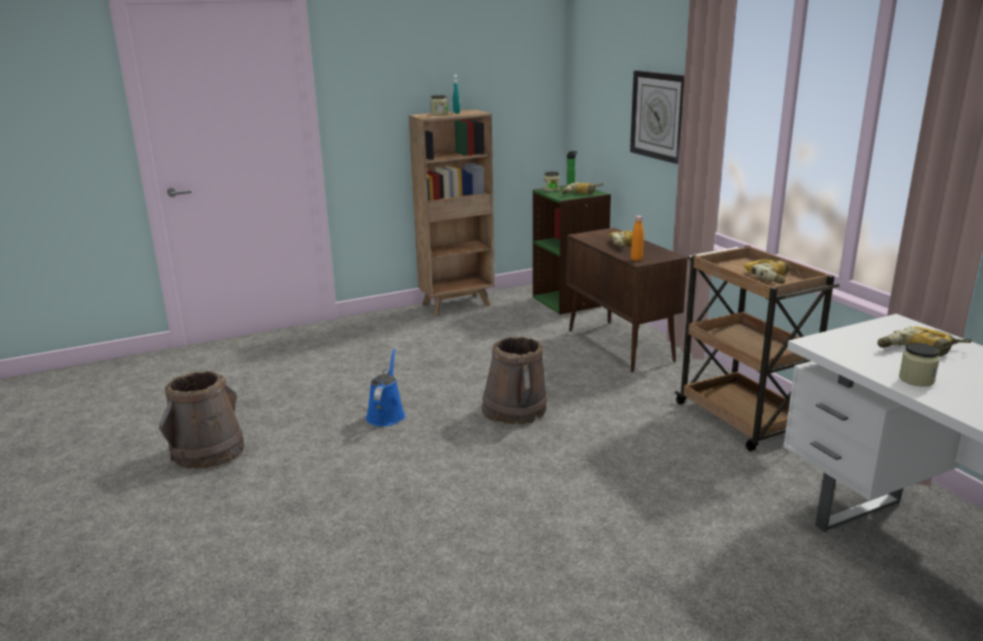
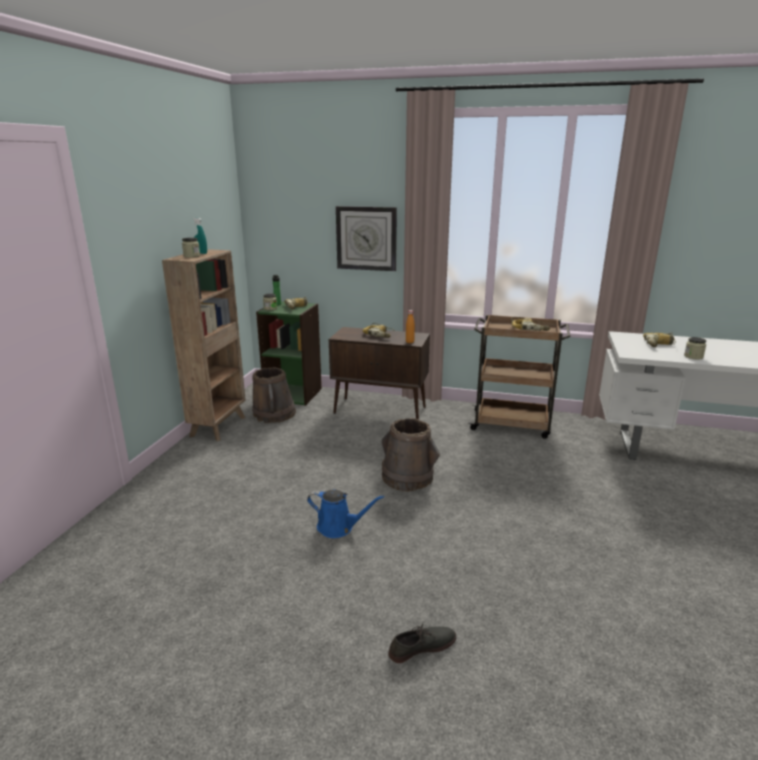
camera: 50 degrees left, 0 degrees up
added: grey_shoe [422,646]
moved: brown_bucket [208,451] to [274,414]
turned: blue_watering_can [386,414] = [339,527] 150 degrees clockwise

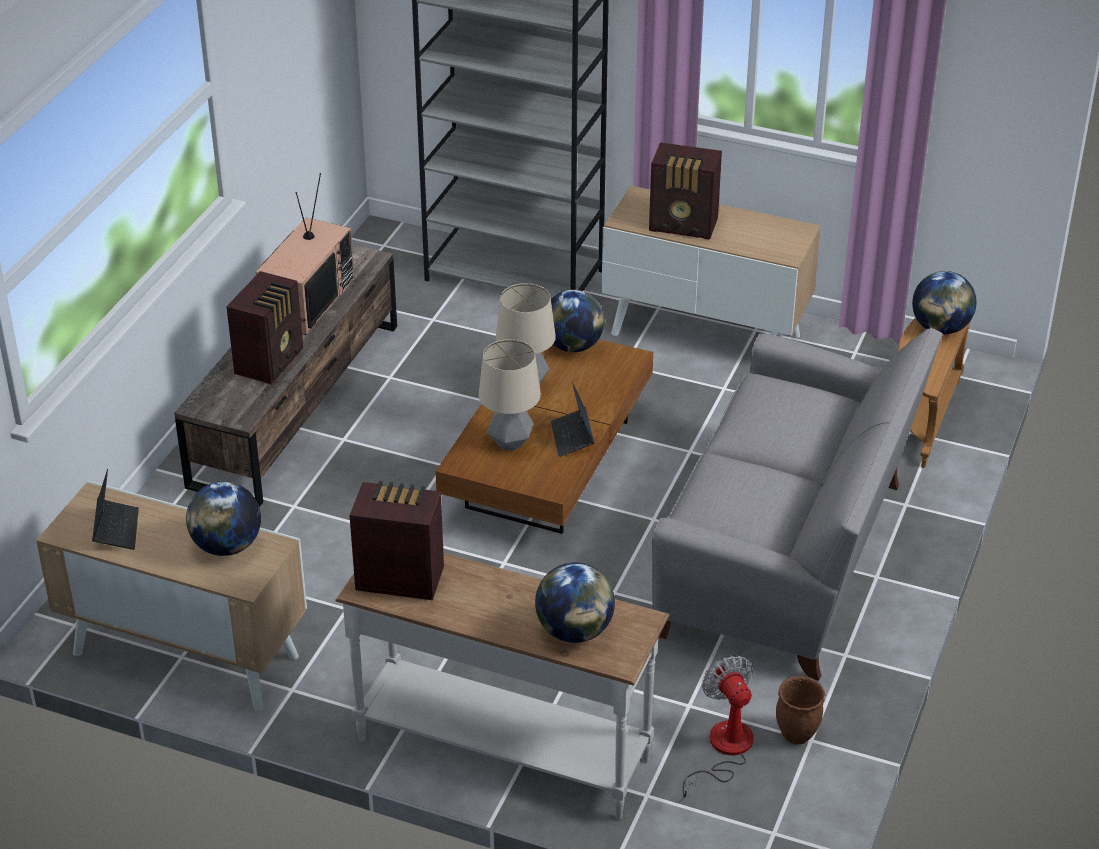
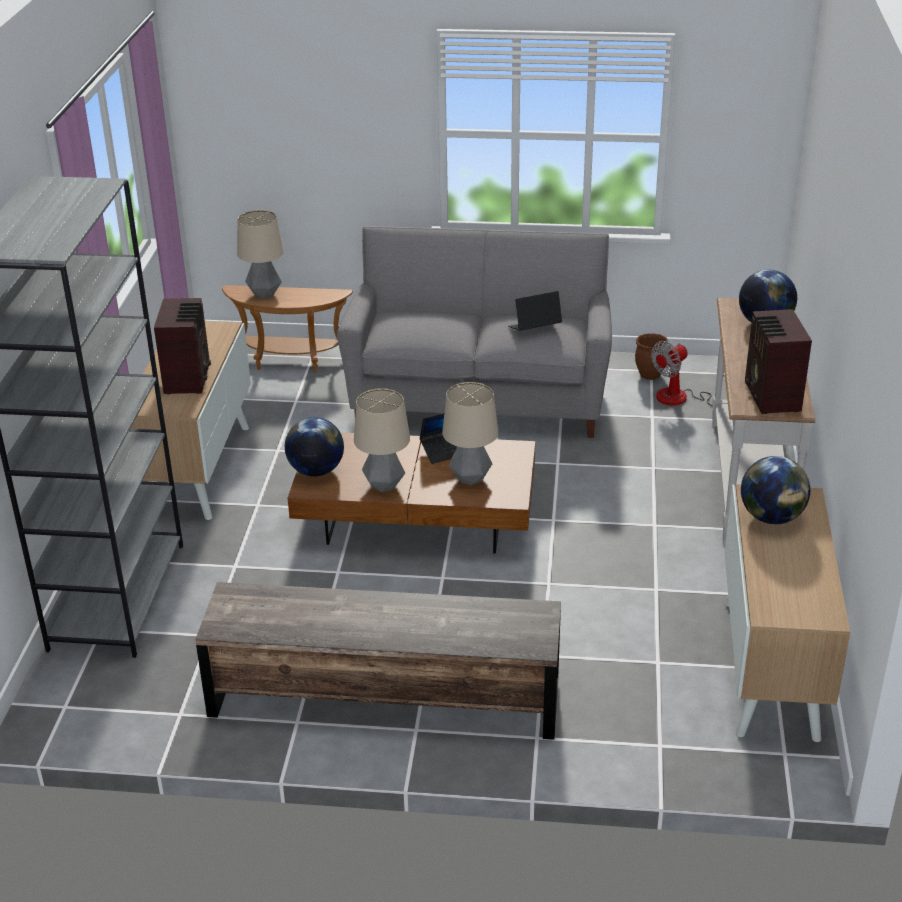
camera: 105 degrees left, 5 degrees down
removed: radio [271,361]; television [307,299]
moved: laptop [116,529] to [534,329]
replaced: globe [940,328] to table_lamp [265,294]

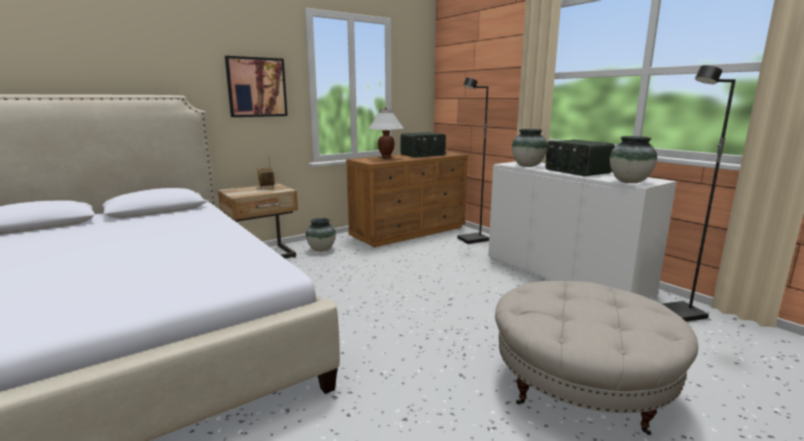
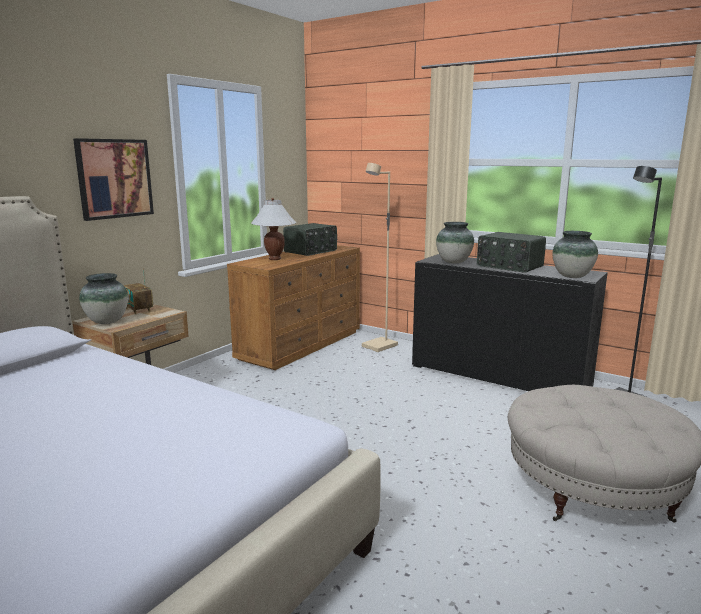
camera: 20 degrees left, 0 degrees up
moved: vase [321,250] to [106,322]
recoloured: black_floor_lamp [473,240] to beige_floor_lamp [380,346]; white_cabinet [563,275] to black_cabinet [498,376]

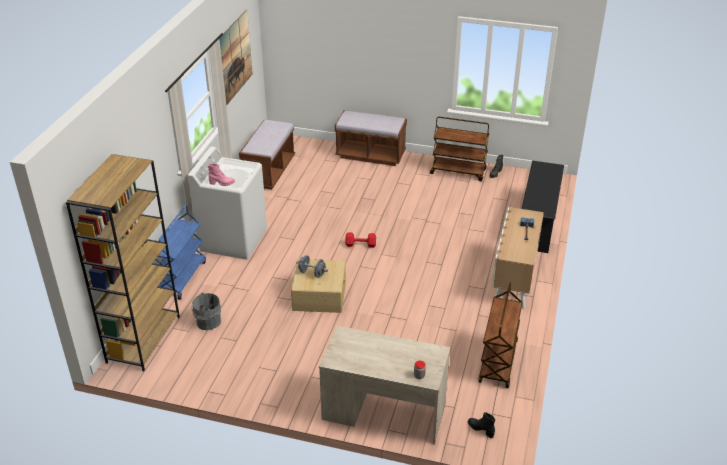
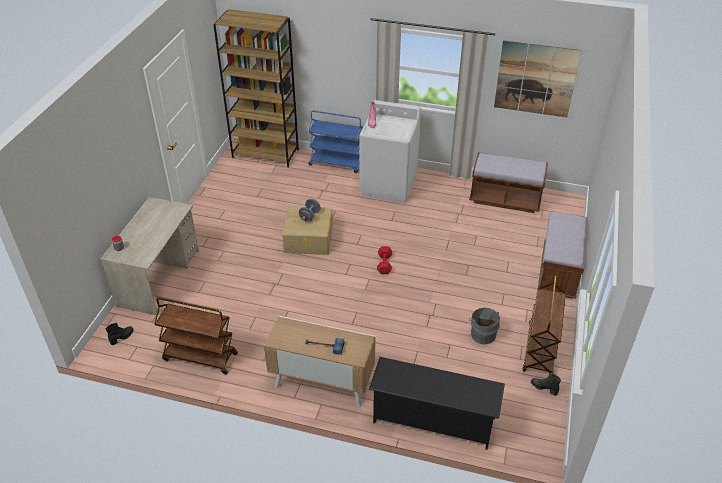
camera: 90 degrees right, 5 degrees up
moved: grey_bucket [207,322] to [482,334]

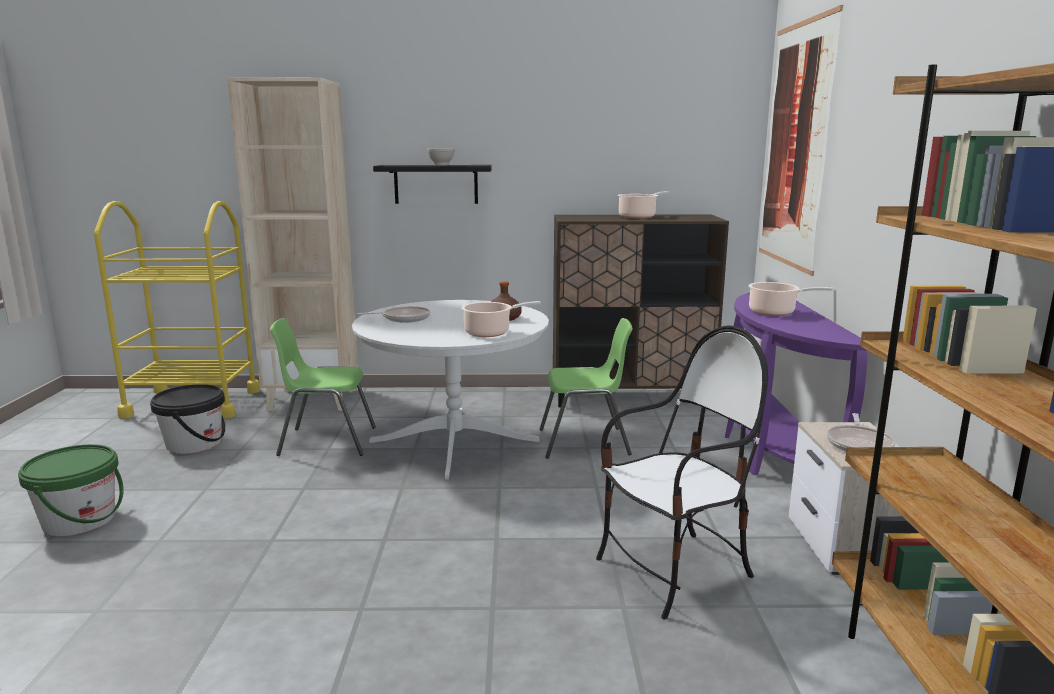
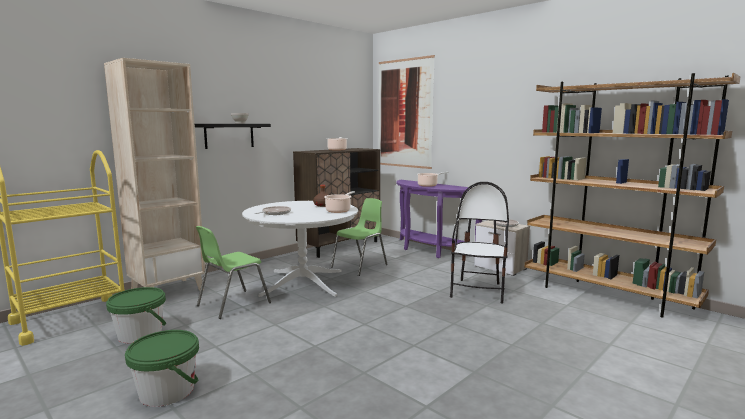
camera: 45 degrees left, 5 degrees down
recoloured: black_bucket [194,443] to green_bucket [140,334]

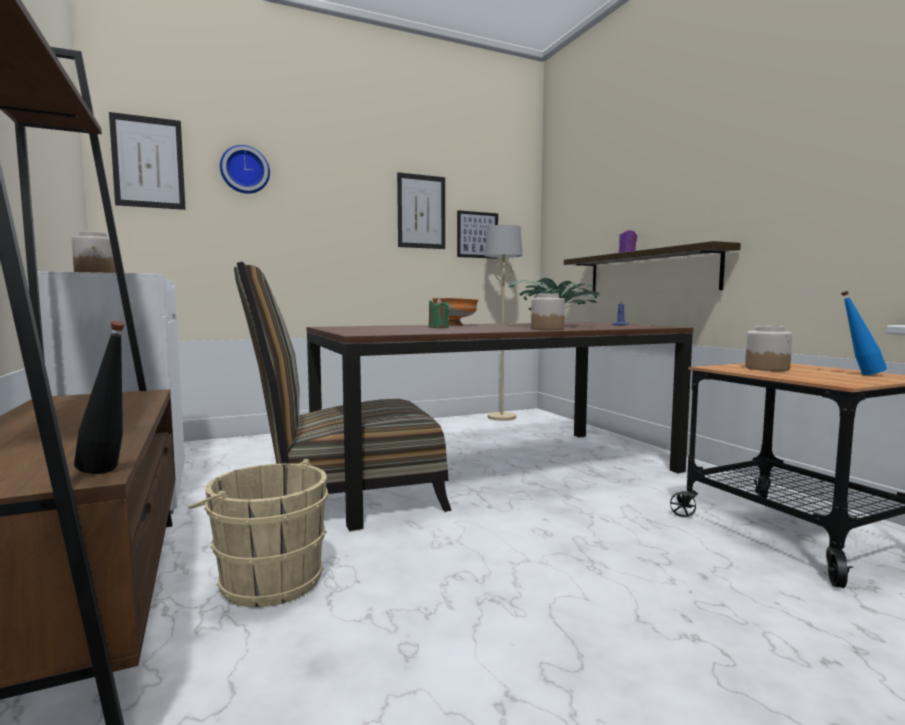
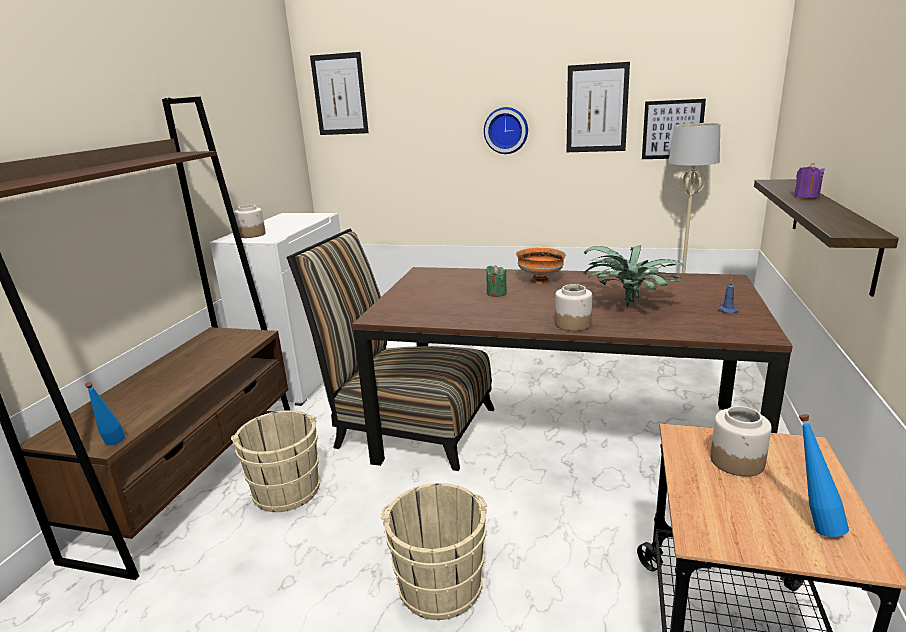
camera: 40 degrees right, 15 degrees up
added: beige_bucket [440,582]
moved: wall_clock [245,170] to [506,130]
recoloured: black_bottle [108,473] to blue_bottle [113,446]

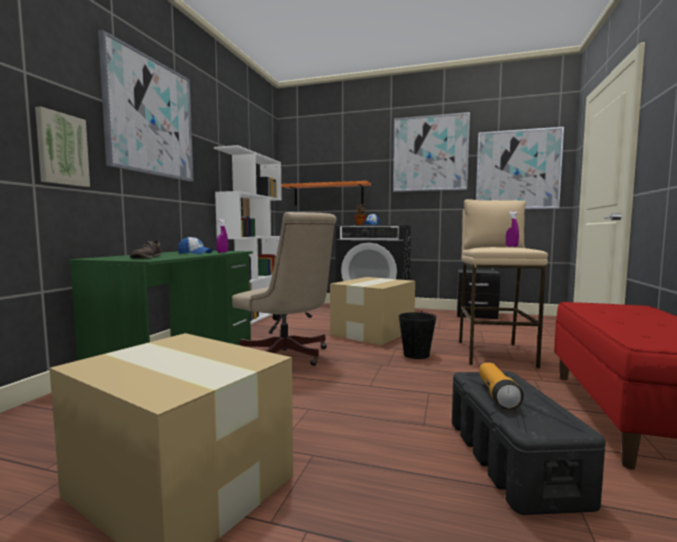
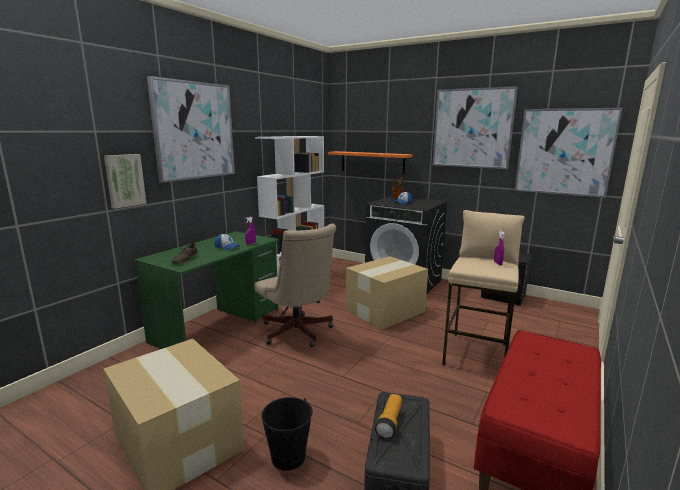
camera: 15 degrees right, 10 degrees up
moved: black_bucket [416,354] to [288,457]

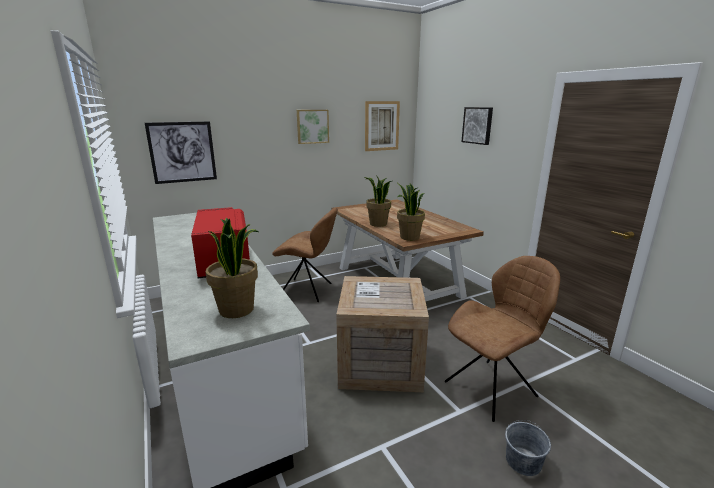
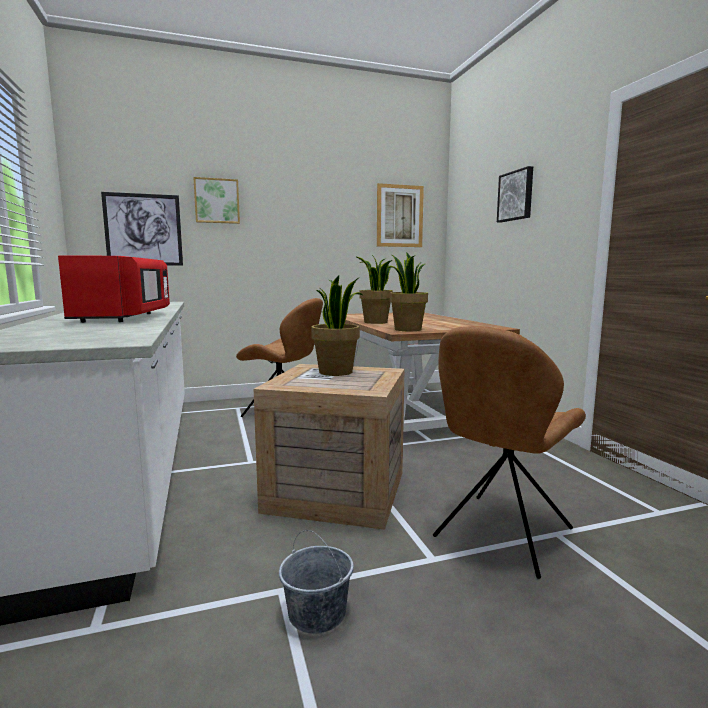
camera: 10 degrees right, 10 degrees down
moved: potted_plant [237,309] to [336,372]; picture [312,126] to [217,201]; grey_bucket [523,462] to [317,613]
turned: brown_chair [492,388] = [501,535] 150 degrees clockwise

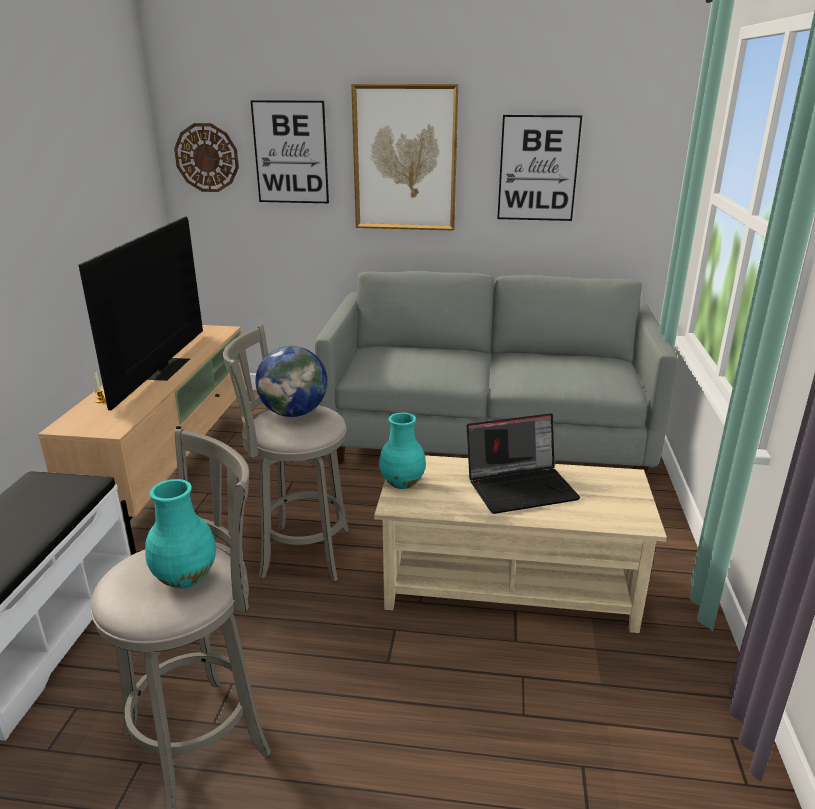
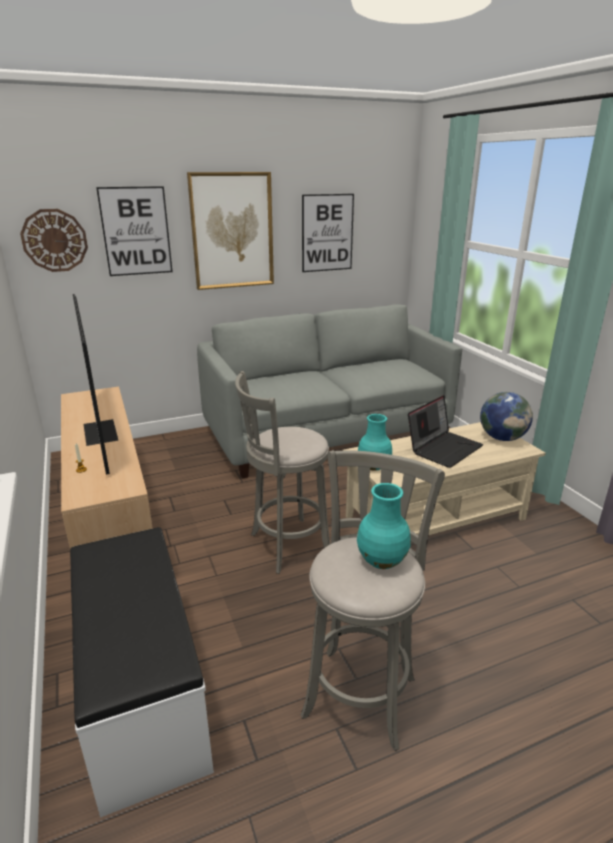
camera: 30 degrees left, 0 degrees up
moved: globe [294,413] to [502,438]

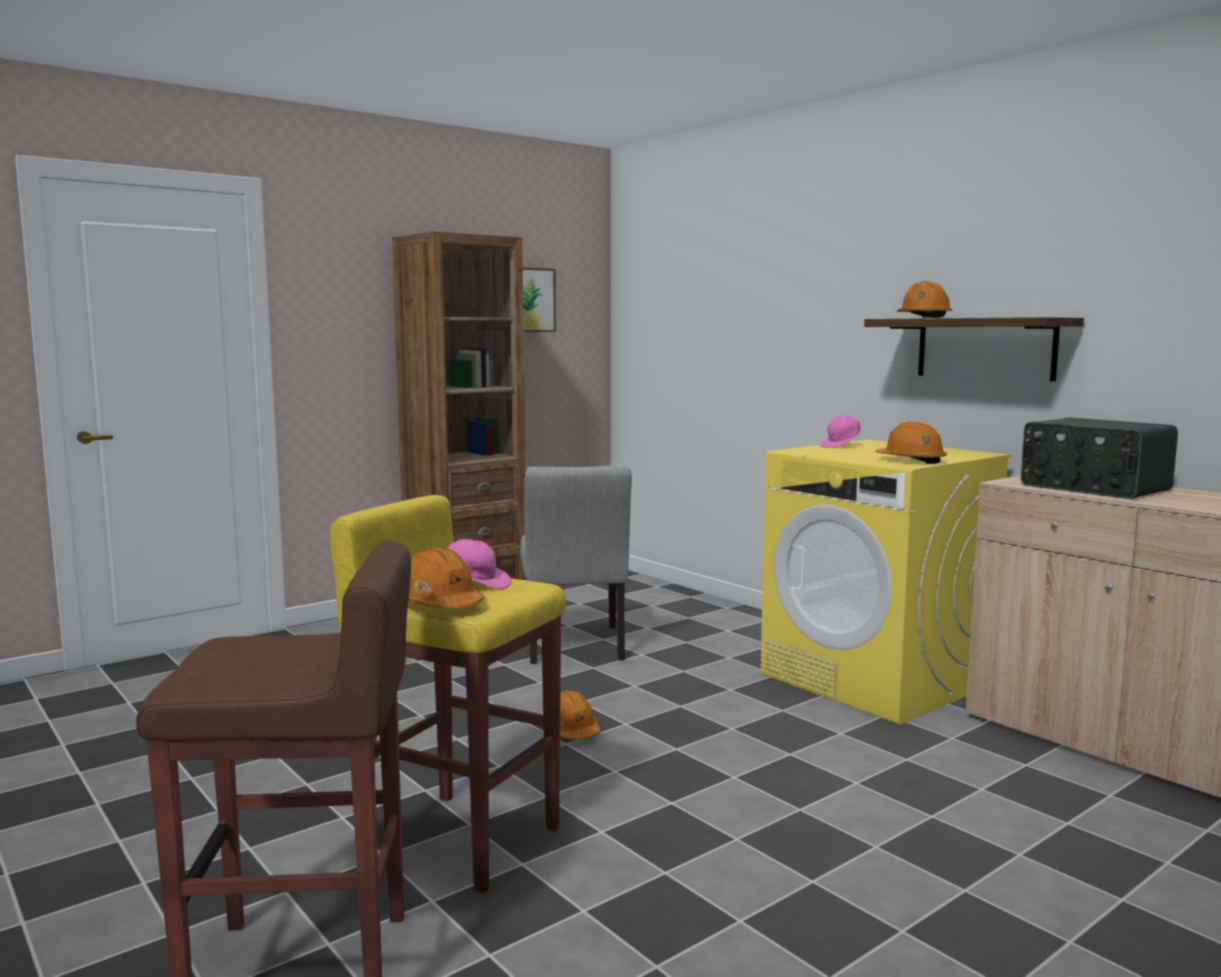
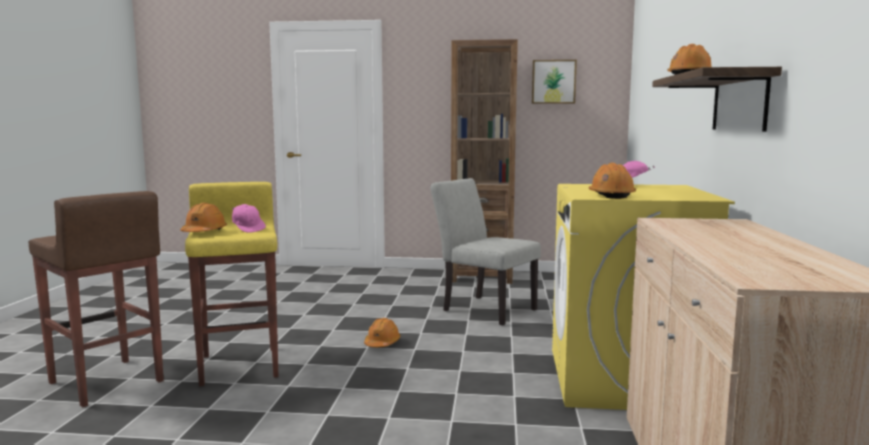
camera: 45 degrees right, 0 degrees up
removed: radio [1093,488]
turned: grey_chair [574,648] = [483,308] 90 degrees clockwise

